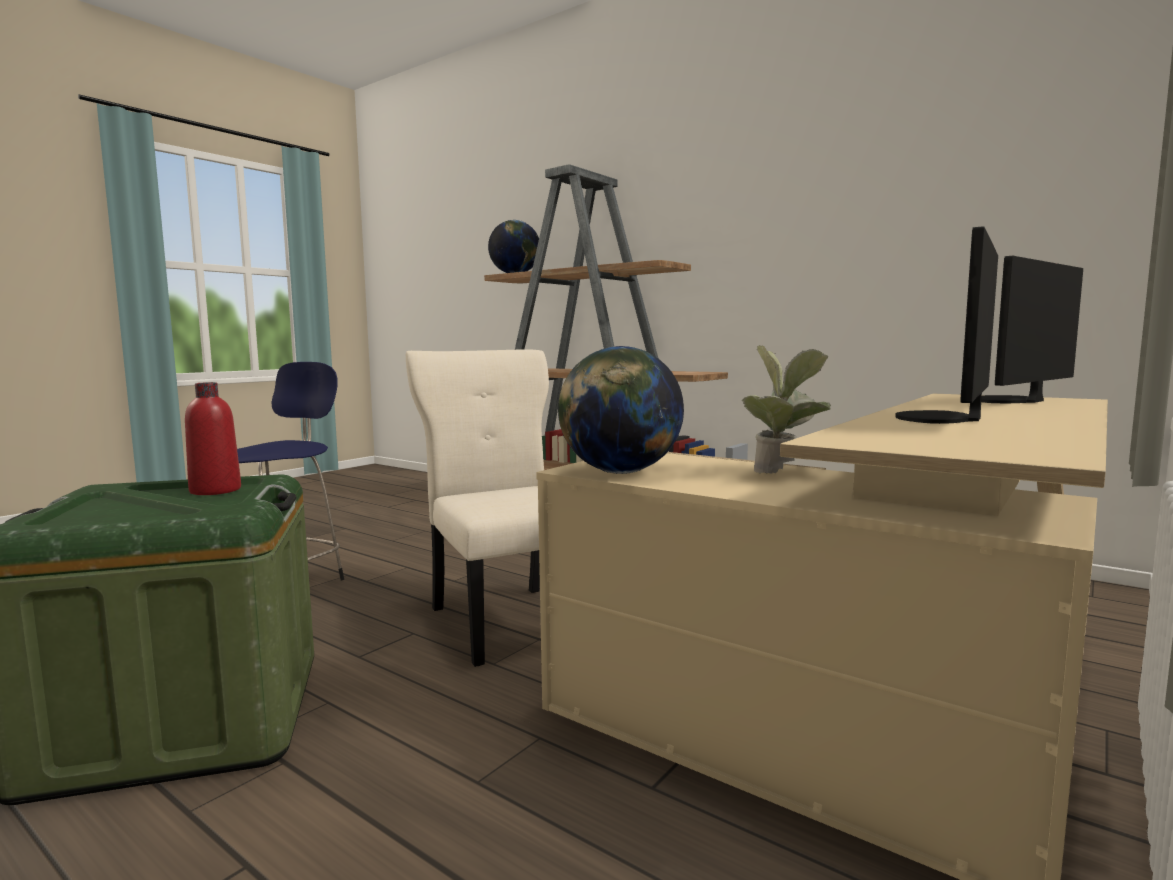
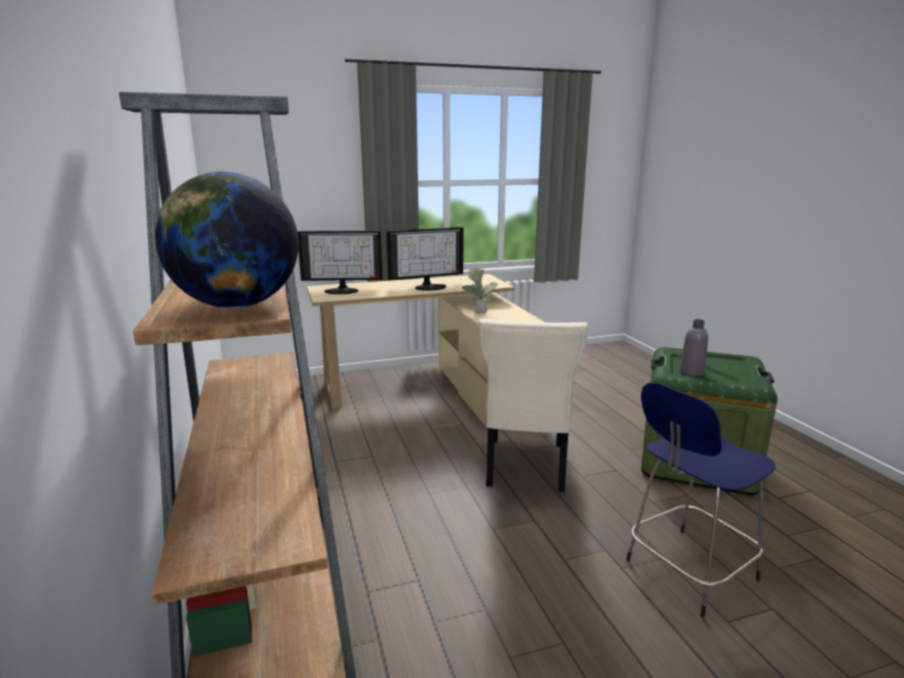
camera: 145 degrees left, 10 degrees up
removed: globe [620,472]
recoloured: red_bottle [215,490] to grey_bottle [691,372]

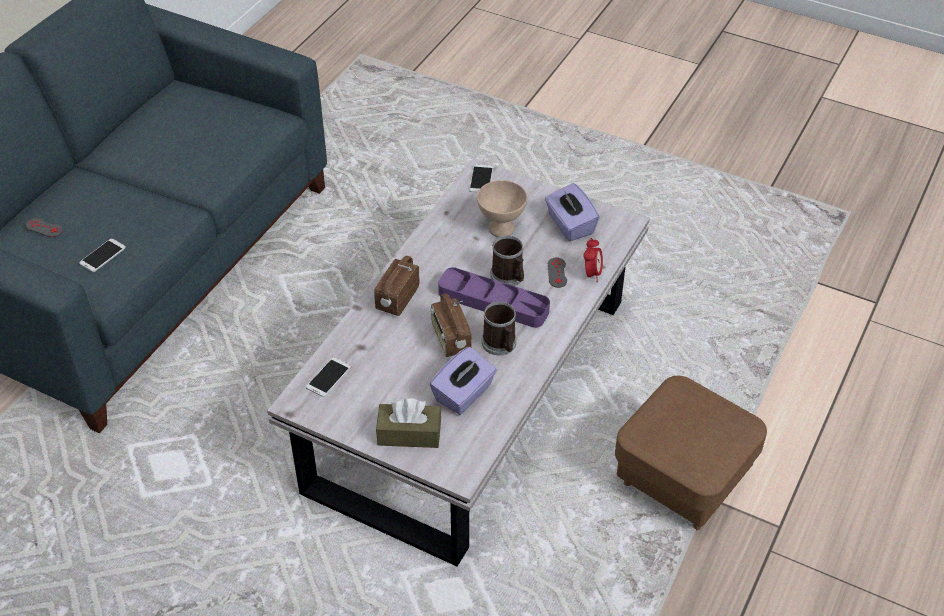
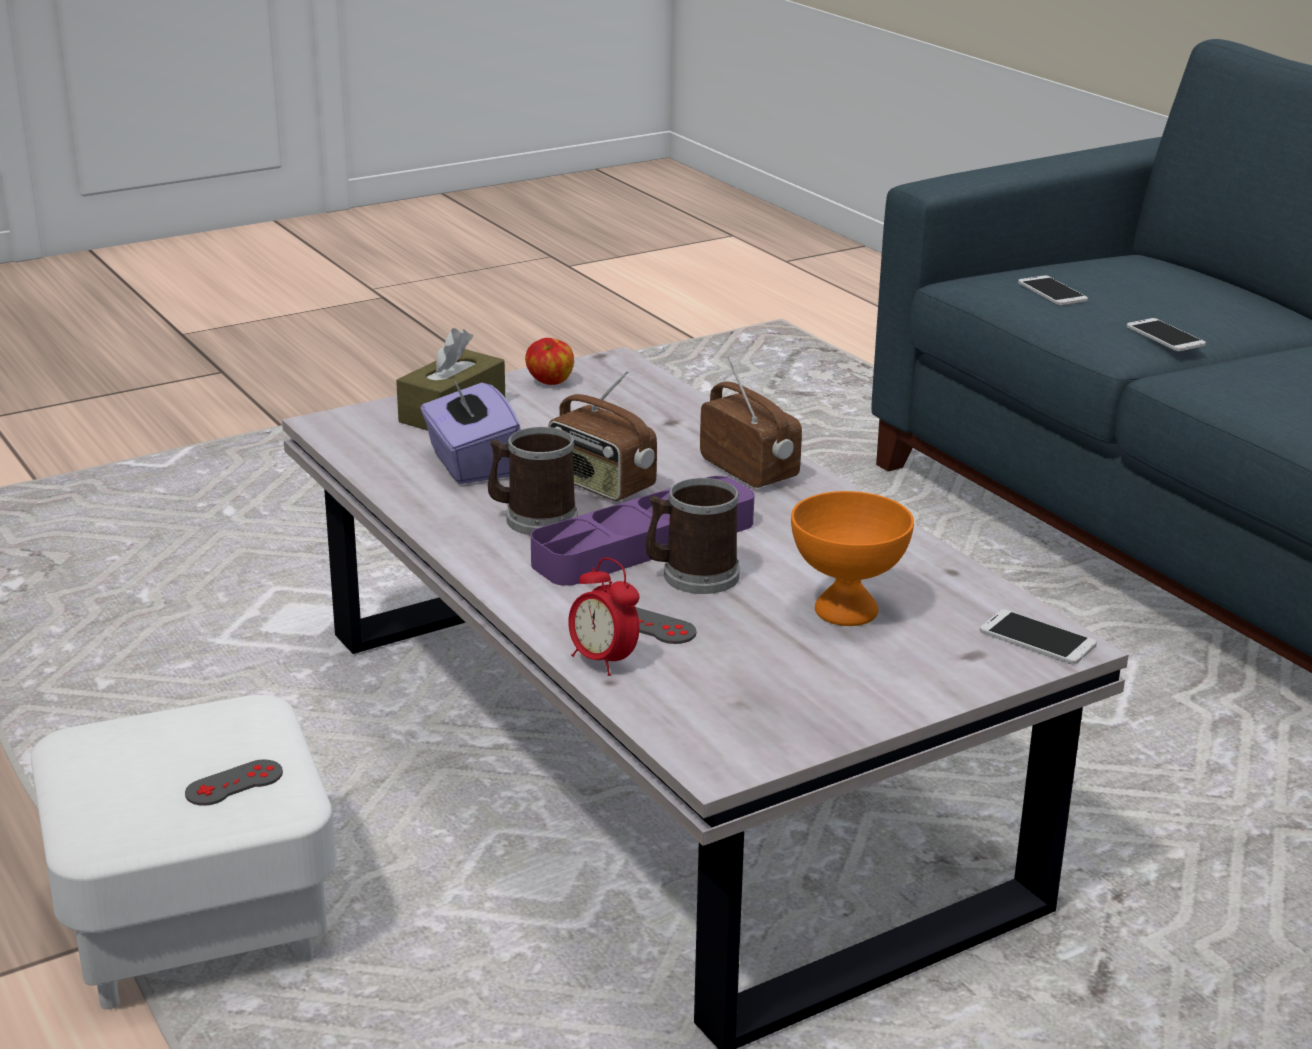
camera: 120 degrees right, 20 degrees down
removed: purple_tissue_box [570,225]
added: apple [550,382]
moved: grey_game_controller [44,228] to [234,783]; phone [328,377] to [1165,336]
recoloured: beige_bowl [502,229] to orange_bowl [844,611]; brown_ottoman [682,479] to white_ottoman [195,922]
turned: radio [450,339] = [600,485] 150 degrees counterclockwise

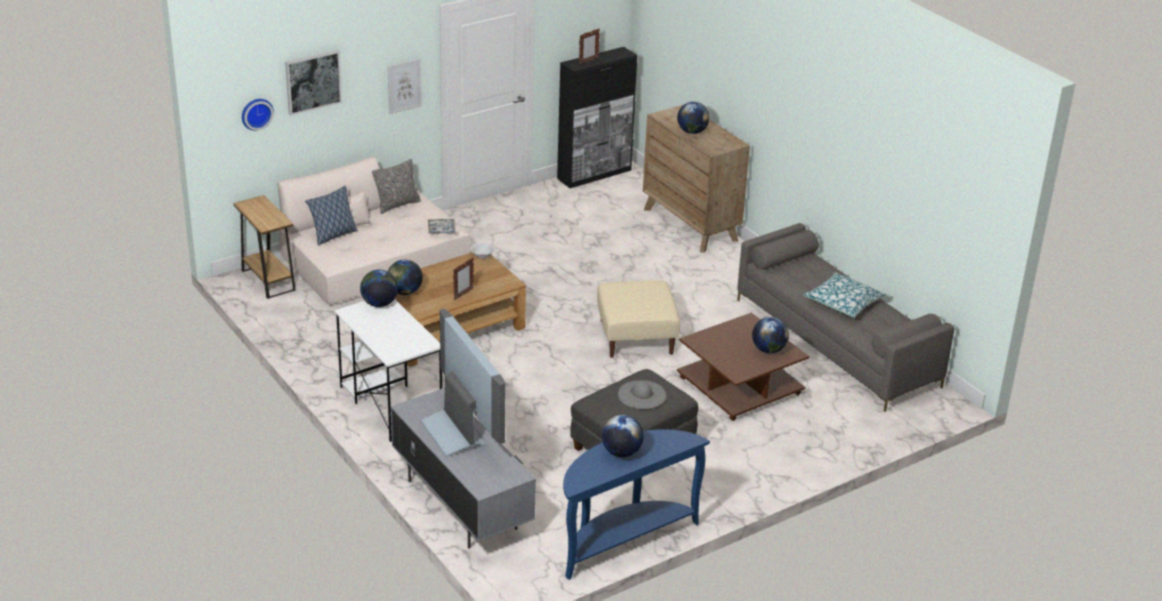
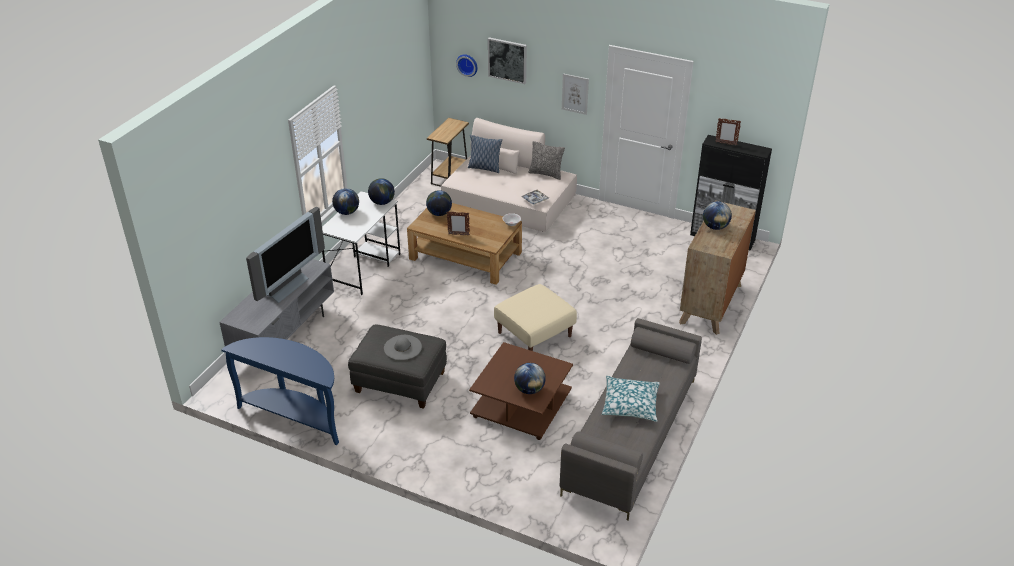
camera: 60 degrees right, 5 degrees up
moved: globe [621,452] to [347,212]

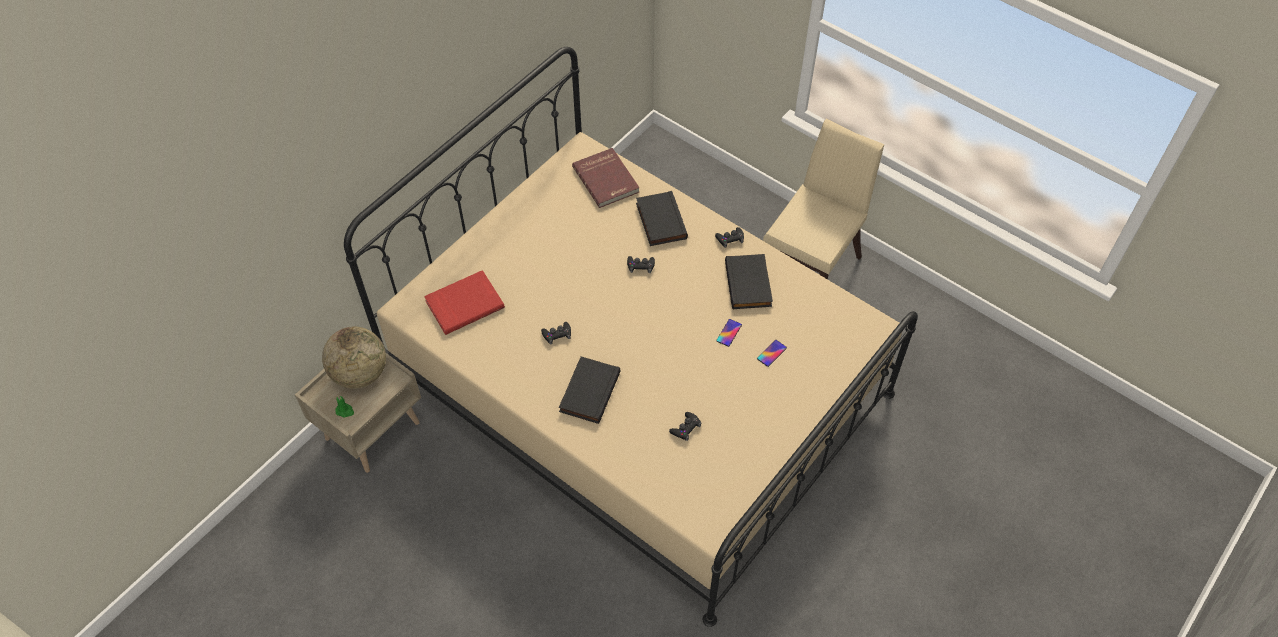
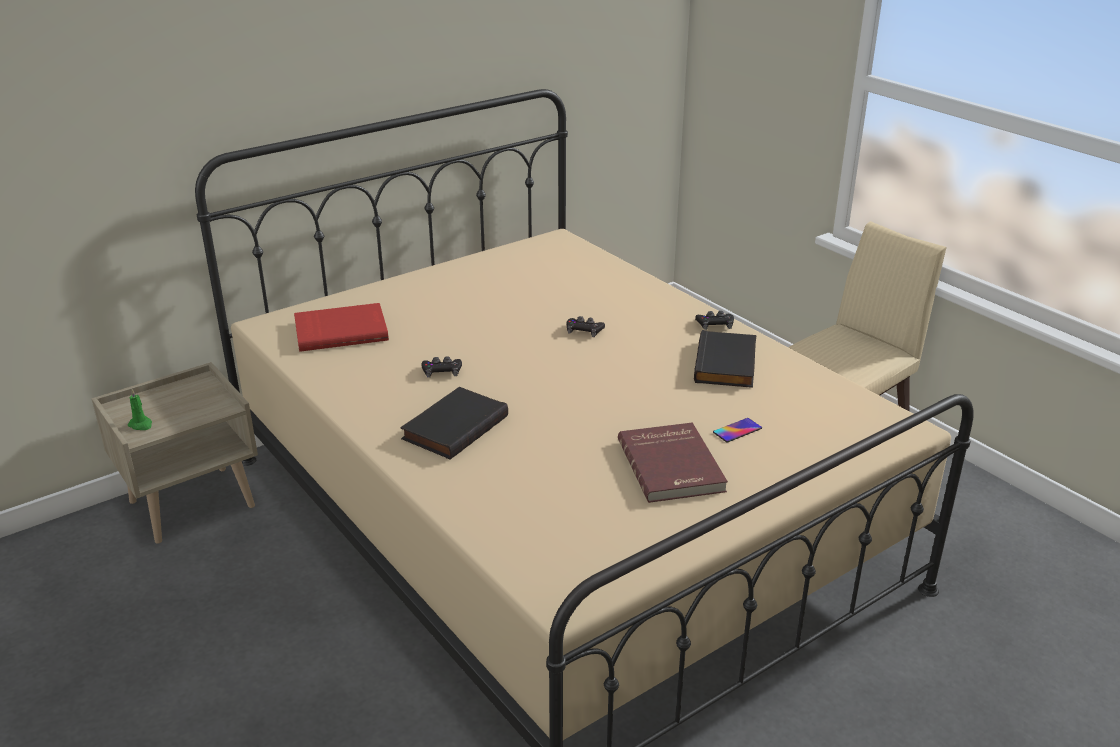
camera: 15 degrees right, 25 degrees down
removed: globe [360,374]; black_book [659,221]; black_game_controller [685,428]; phone [729,333]
moved: red_book [607,179] to [672,465]

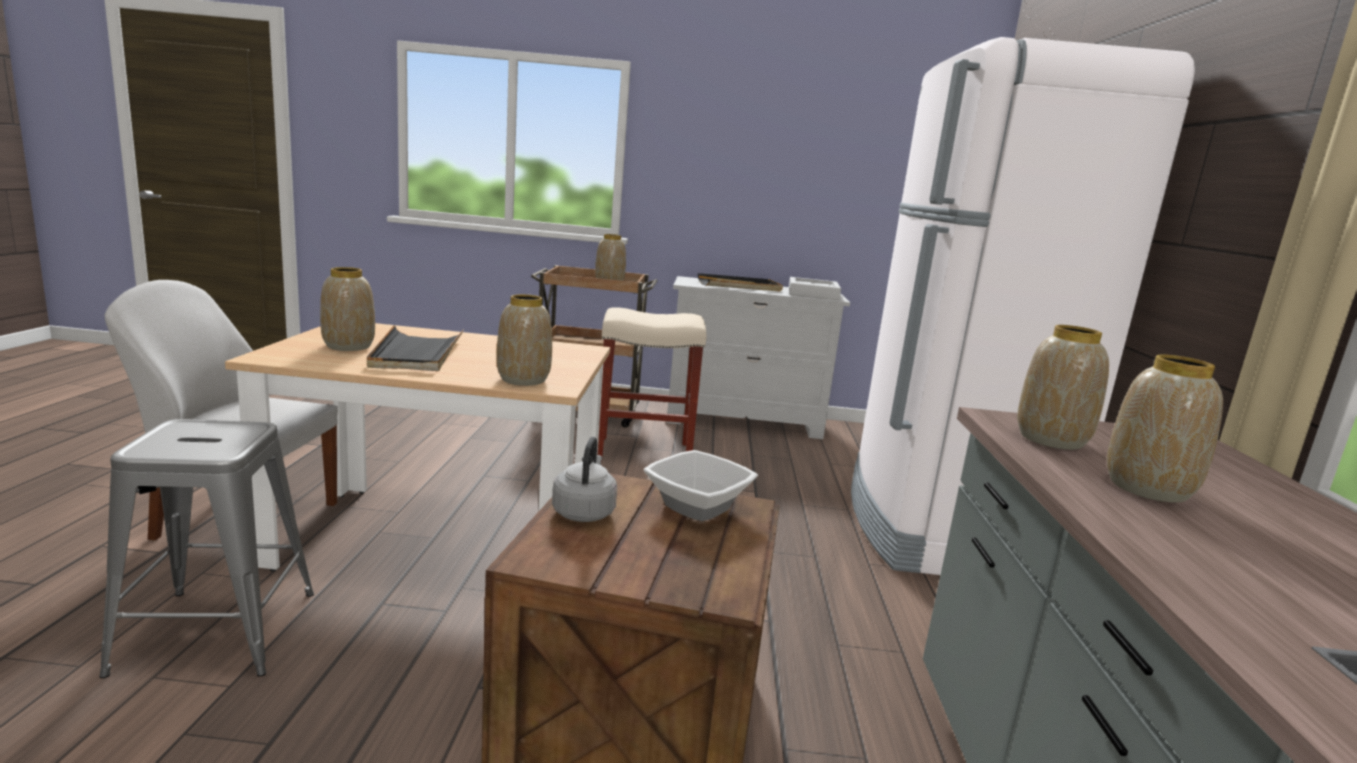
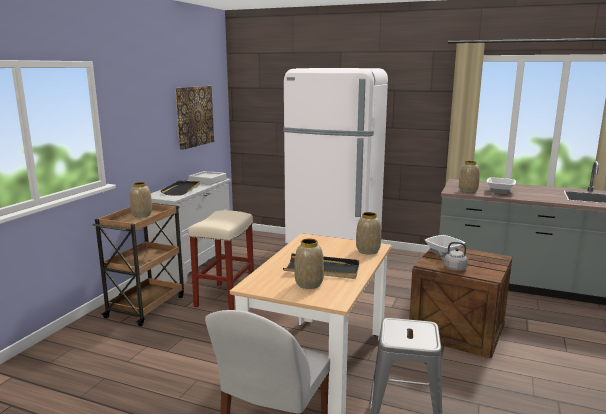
camera: 70 degrees left, 0 degrees up
added: picture [194,116]
replaced: vase [1146,488] to bowl [499,191]

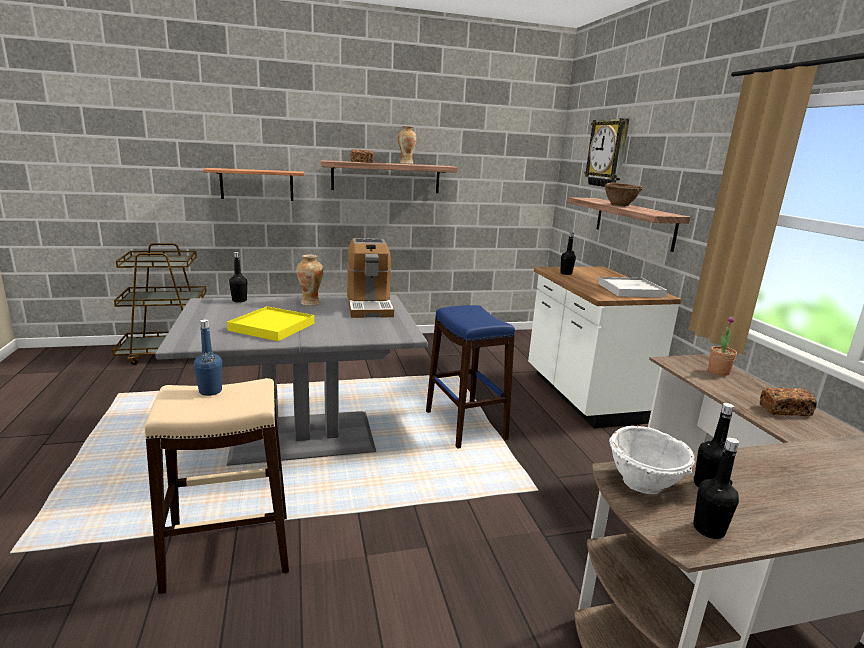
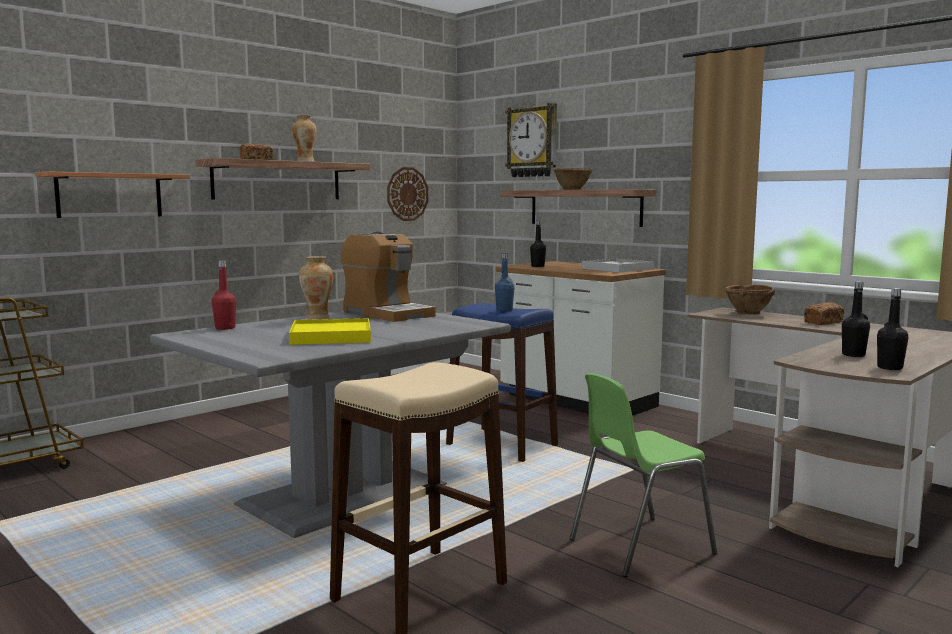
camera: 30 degrees left, 10 degrees down
removed: white_bowl [644,483]
added: wall_clock [407,194]; green_chair [639,546]
moved: blue_bottle [210,391] to [504,310]
replaced: potted_plant [718,371] to brown_bowl [748,313]
recoloured: black_bottle [239,300] to red_bottle [225,328]

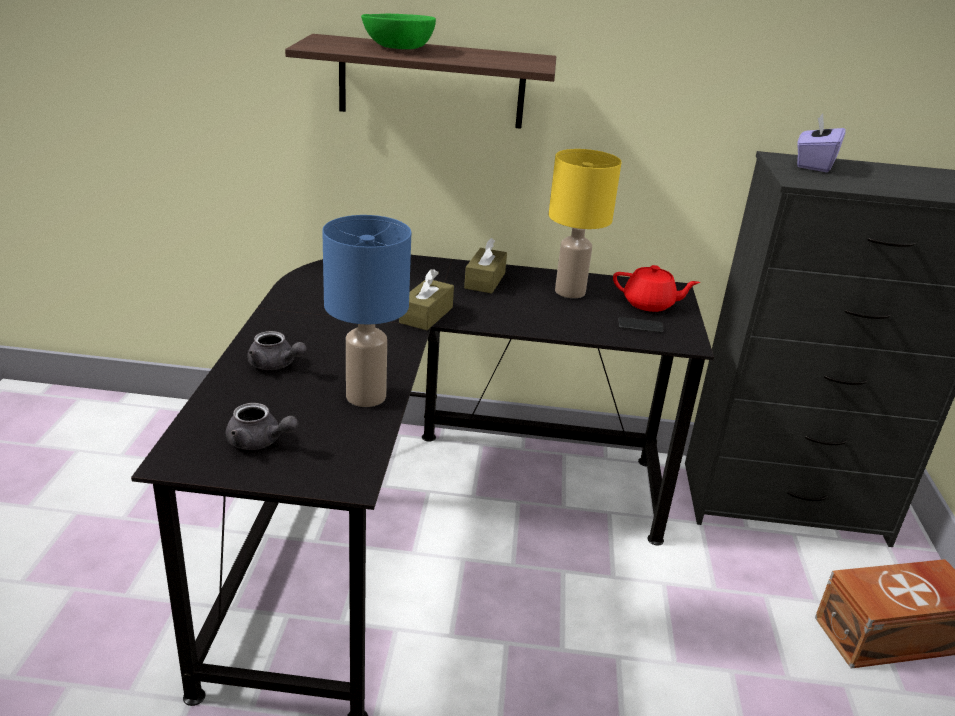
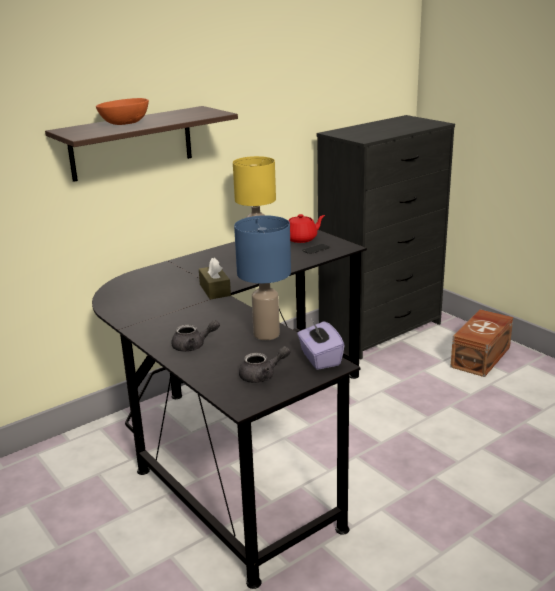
camera: 40 degrees left, 5 degrees down
removed: brown_tissue_box [485,280]
moved: purple_tissue_box [814,164] to [320,359]
recoloured: green_bowl [399,48] to orange_bowl [125,123]

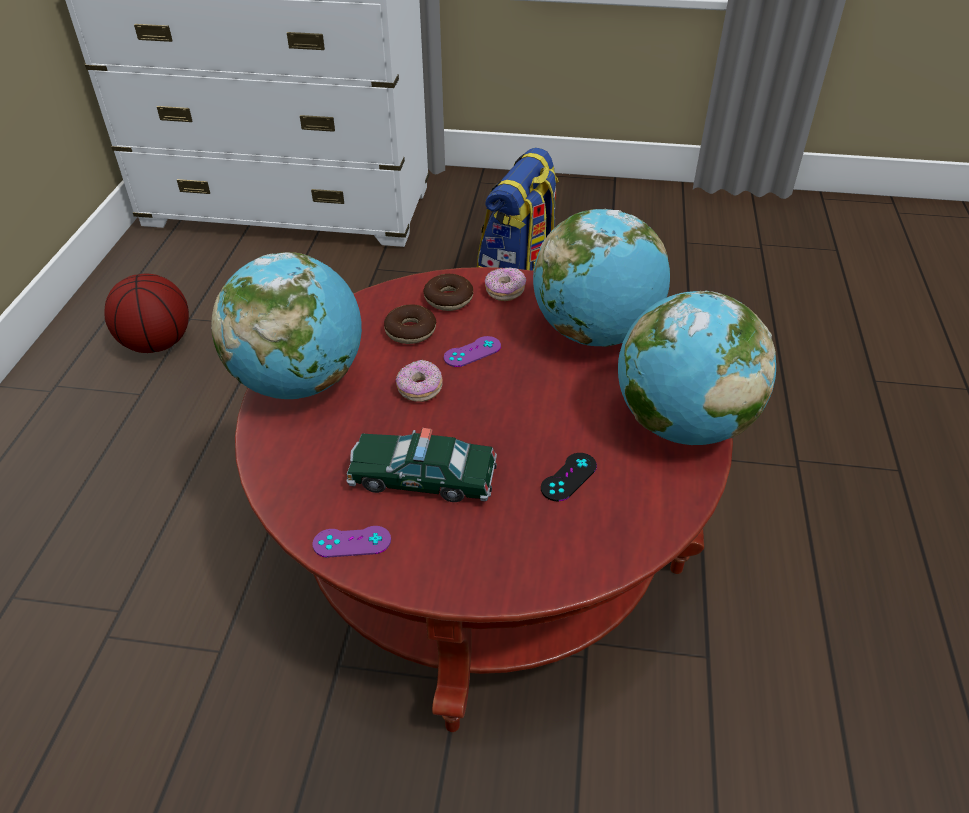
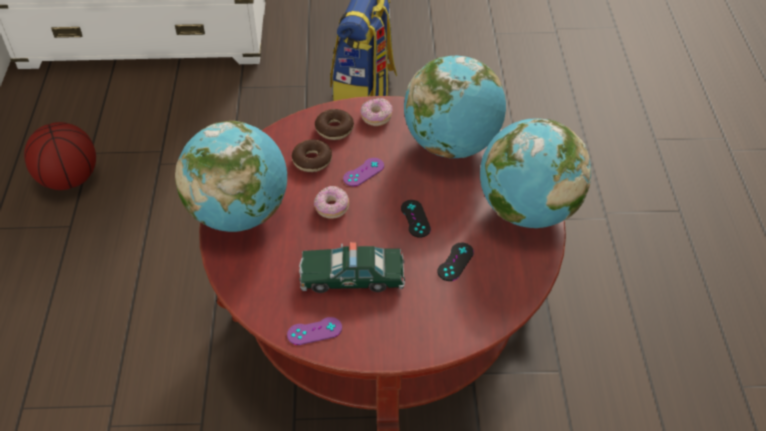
camera: 10 degrees left, 5 degrees up
added: black_game_controller [415,218]

